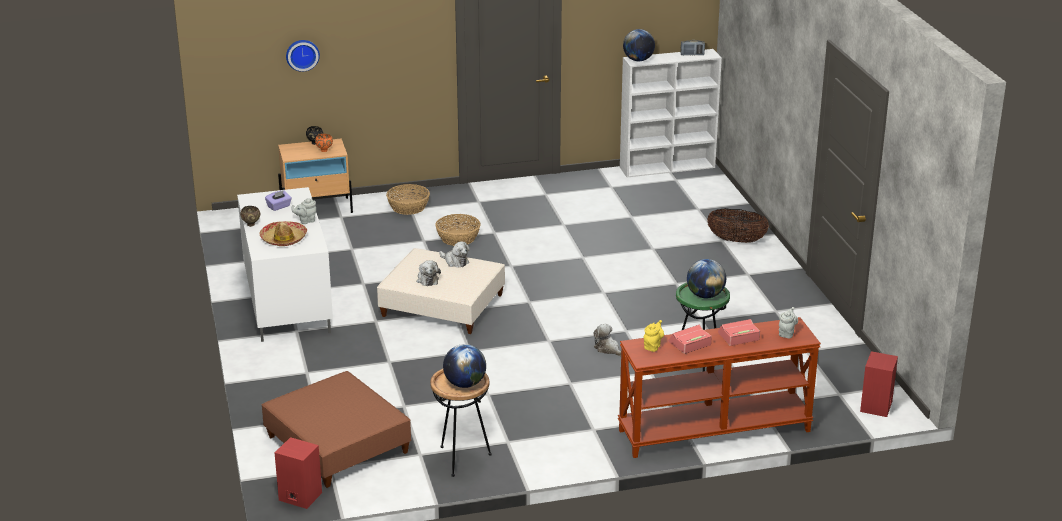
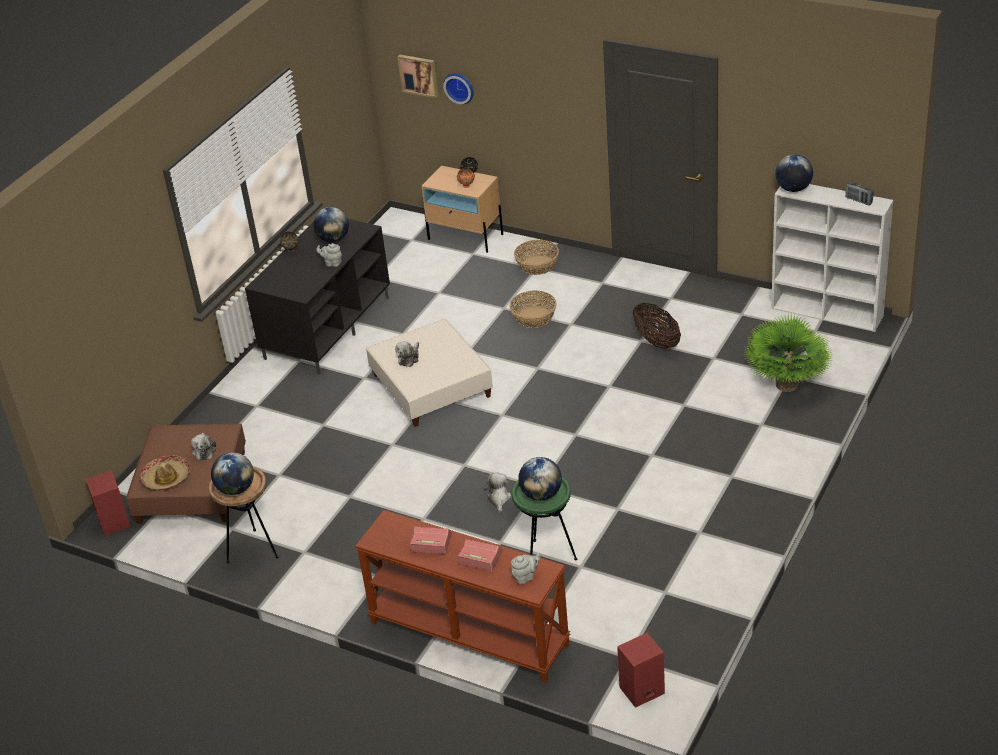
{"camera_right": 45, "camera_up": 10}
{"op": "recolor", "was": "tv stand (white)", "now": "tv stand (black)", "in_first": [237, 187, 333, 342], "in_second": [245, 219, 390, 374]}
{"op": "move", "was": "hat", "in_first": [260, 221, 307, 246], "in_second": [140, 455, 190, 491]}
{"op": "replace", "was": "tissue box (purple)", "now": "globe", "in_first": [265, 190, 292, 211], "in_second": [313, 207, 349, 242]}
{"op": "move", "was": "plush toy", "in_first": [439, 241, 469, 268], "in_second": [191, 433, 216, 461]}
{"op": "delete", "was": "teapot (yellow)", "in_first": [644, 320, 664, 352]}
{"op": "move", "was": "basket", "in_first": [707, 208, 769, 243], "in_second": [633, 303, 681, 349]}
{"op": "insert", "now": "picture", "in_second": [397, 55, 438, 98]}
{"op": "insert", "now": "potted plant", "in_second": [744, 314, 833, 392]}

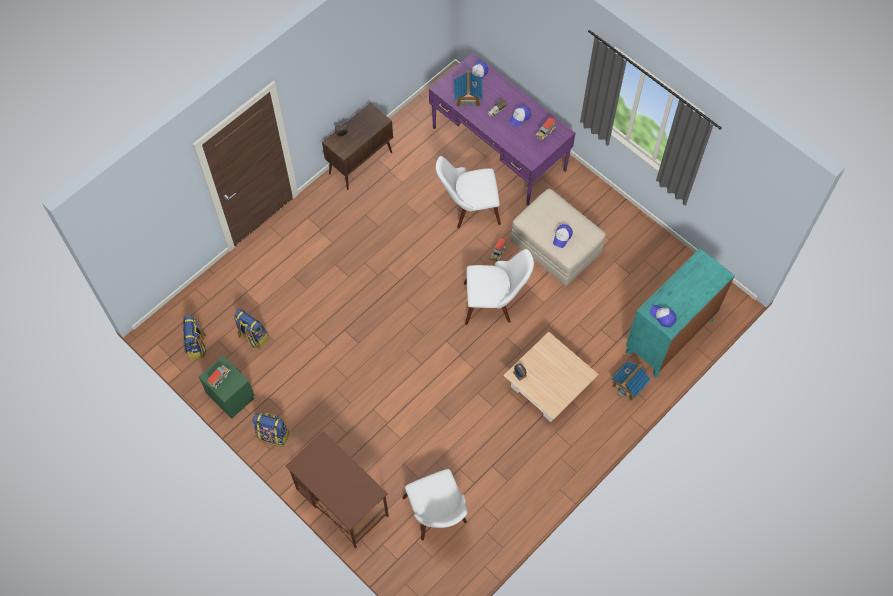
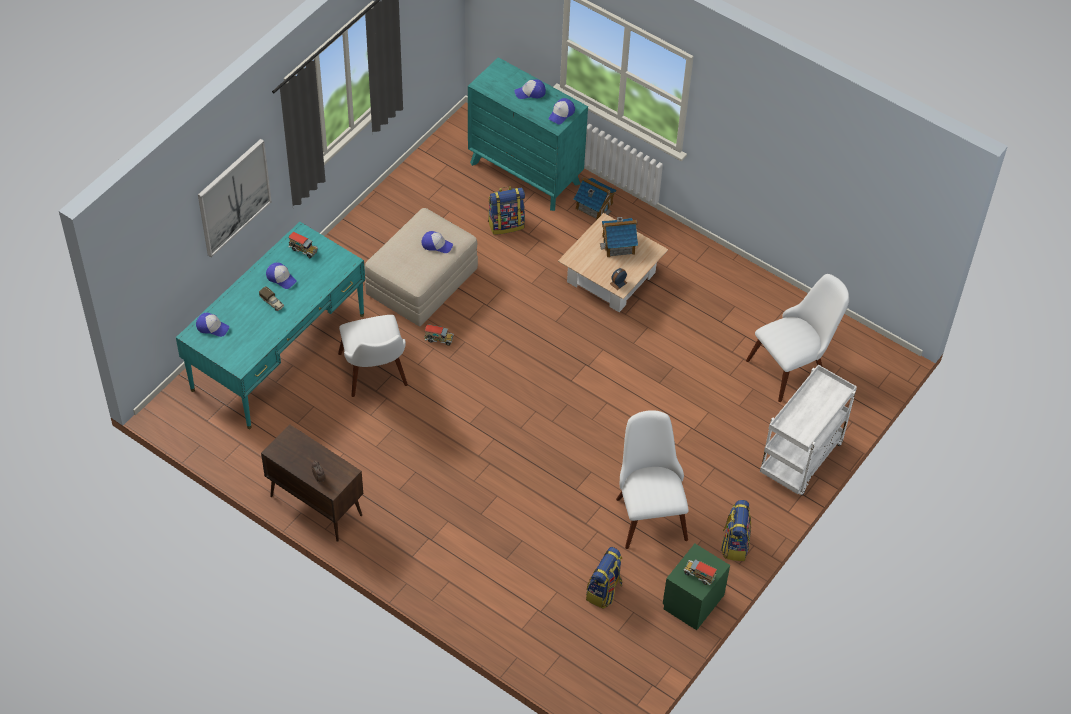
{"camera_right": -100, "camera_up": -10}
{"op": "move", "was": "backpack", "in_first": [183, 316, 207, 359], "in_second": [488, 186, 525, 235]}
{"op": "replace", "was": "desk (brown)", "now": "cart (white)", "in_first": [286, 431, 389, 548], "in_second": [760, 365, 857, 495]}
{"op": "recolor", "was": "desk (purple)", "now": "desk (turquoise)", "in_first": [429, 53, 575, 205], "in_second": [176, 222, 365, 429]}
{"op": "move", "was": "toy house", "in_first": [454, 70, 483, 107], "in_second": [600, 217, 638, 257]}
{"op": "move", "was": "chair (white)", "in_first": [464, 249, 534, 325], "in_second": [616, 410, 688, 549]}
{"op": "insert", "now": "picture", "in_second": [198, 139, 272, 257]}
{"op": "insert", "now": "cap", "in_second": [514, 79, 546, 99]}

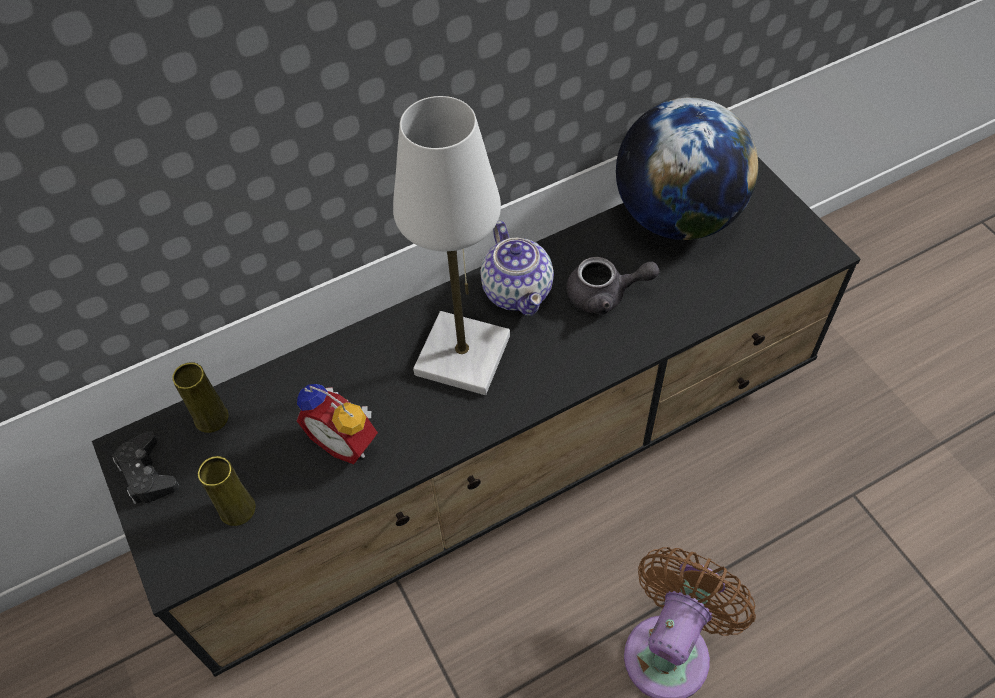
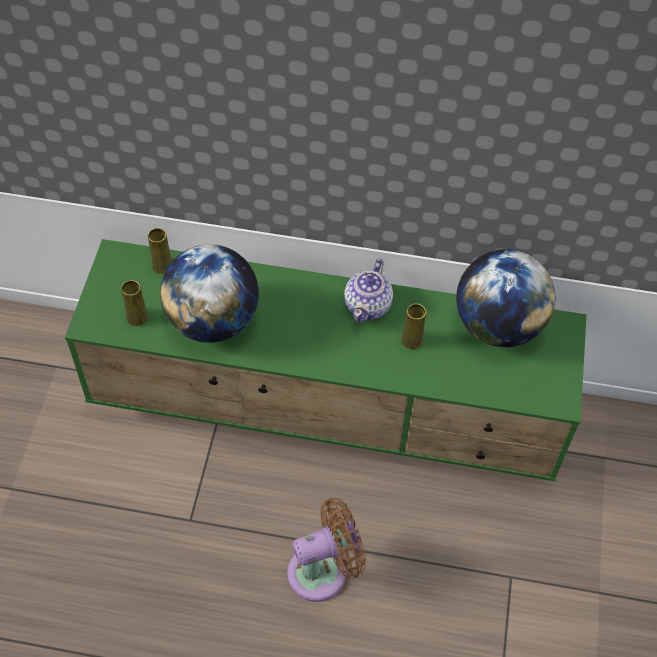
{"camera_right": 35, "camera_up": 0}
{"op": "recolor", "was": "tv stand (black)", "now": "tv stand (green)", "in_first": [92, 157, 860, 677], "in_second": [65, 239, 587, 481]}
{"op": "delete", "was": "game controller (black)", "in_first": [112, 431, 179, 504]}
{"op": "replace", "was": "alarm clock", "now": "globe", "in_first": [296, 384, 378, 464], "in_second": [160, 244, 259, 343]}
{"op": "delete", "was": "table lamp (white)", "in_first": [393, 96, 510, 395]}
{"op": "replace", "was": "teapot (grey)", "now": "vase (yellow)", "in_first": [566, 257, 660, 314], "in_second": [401, 304, 426, 349]}

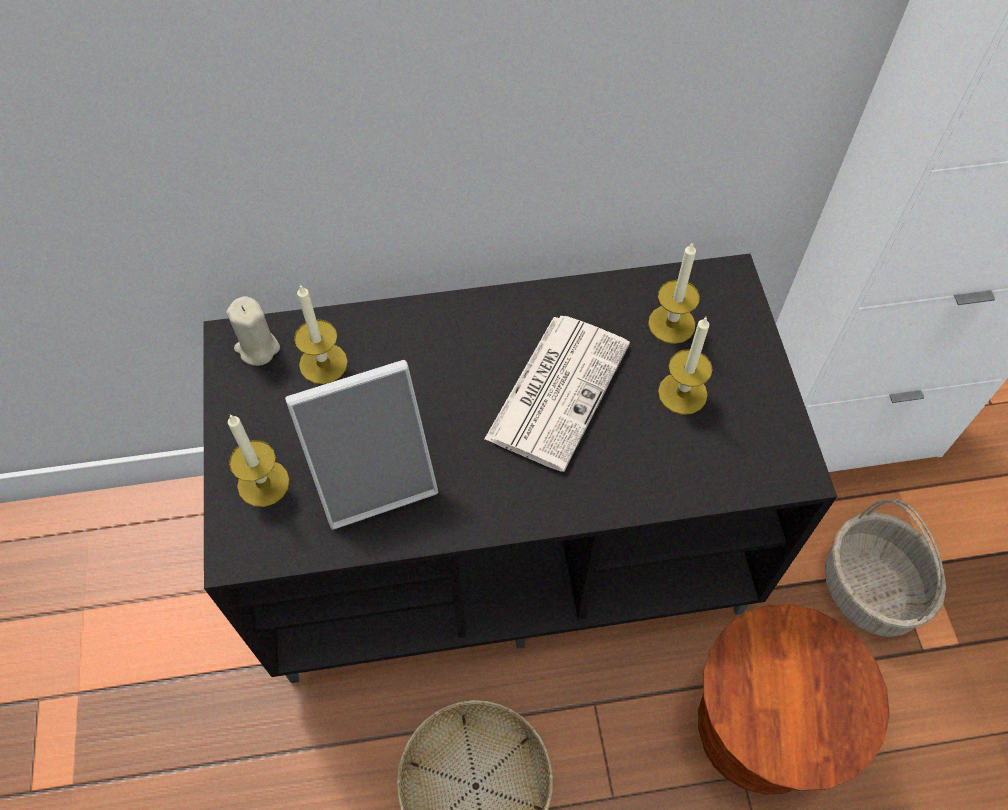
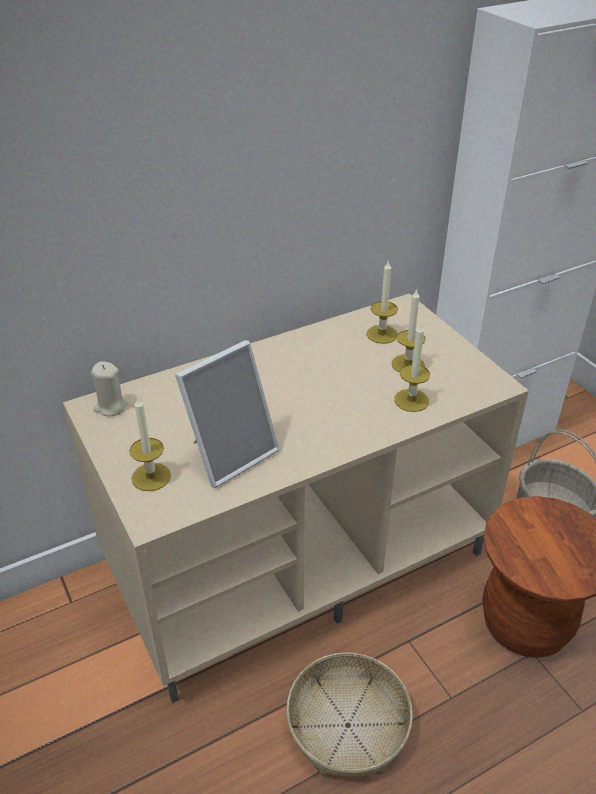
{"camera_right": -20, "camera_up": -20}
{"op": "recolor", "was": "tv stand (black)", "now": "tv stand (beige)", "in_first": [203, 254, 837, 683], "in_second": [63, 293, 529, 703]}
{"op": "move", "was": "candle", "in_first": [294, 284, 348, 384], "in_second": [394, 324, 430, 412]}
{"op": "delete", "was": "newspaper", "in_first": [484, 316, 630, 472]}

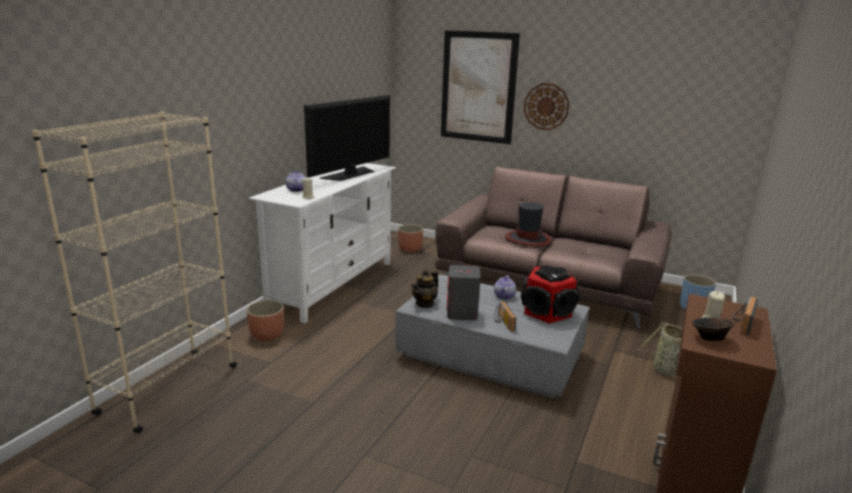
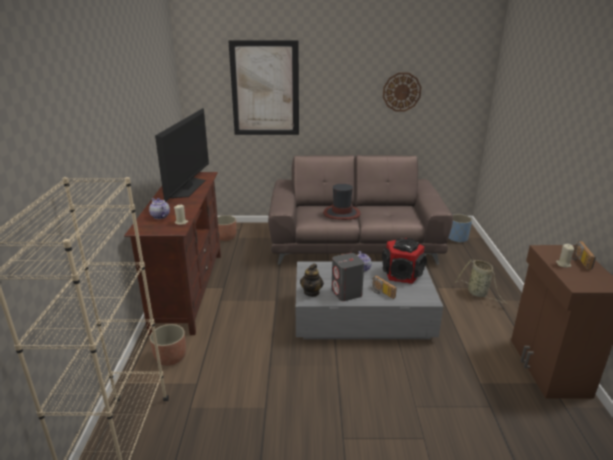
{"camera_right": -25, "camera_up": 5}
{"op": "recolor", "was": "tv stand (white)", "now": "tv stand (brown)", "in_first": [249, 163, 396, 323], "in_second": [124, 172, 221, 335]}
{"op": "move", "was": "wall clock", "in_first": [524, 83, 570, 130], "in_second": [383, 73, 421, 111]}
{"op": "delete", "was": "bowl (brown)", "in_first": [692, 317, 735, 341]}

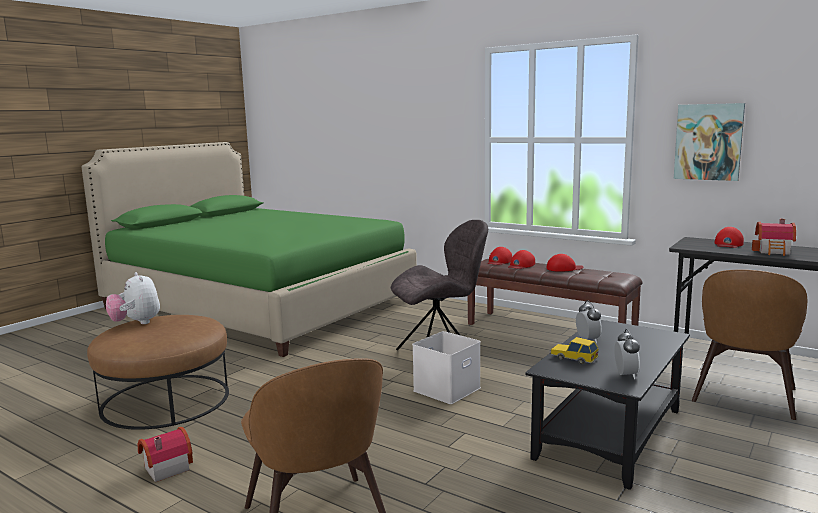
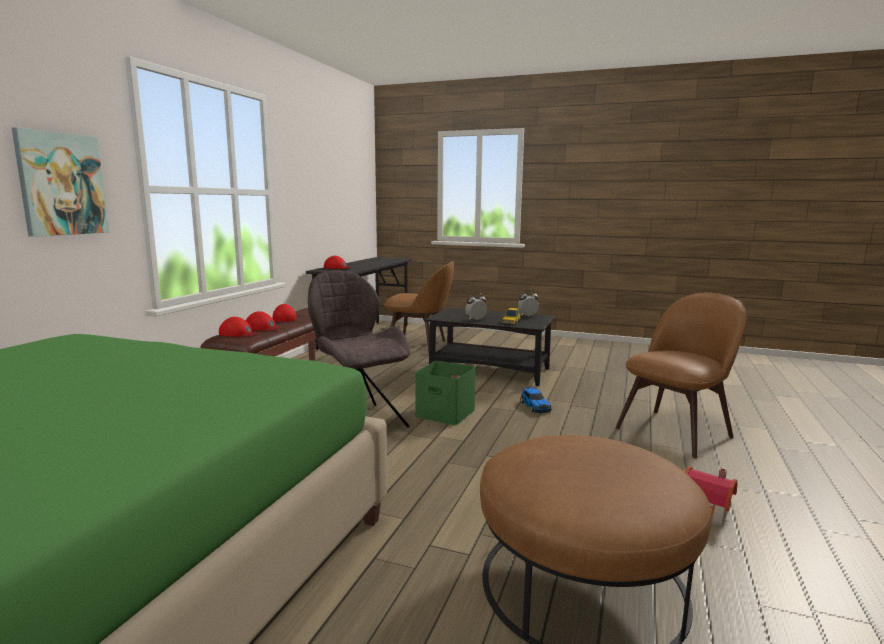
{"camera_right": -105, "camera_up": 0}
{"op": "delete", "was": "plush toy", "in_first": [106, 272, 160, 324]}
{"op": "recolor", "was": "storage box (white)", "now": "storage box (green)", "in_first": [412, 331, 481, 404], "in_second": [415, 361, 476, 425]}
{"op": "move", "was": "picture", "in_first": [674, 103, 745, 181], "in_second": [12, 127, 109, 237]}
{"op": "delete", "was": "toy house", "in_first": [752, 219, 796, 256]}
{"op": "insert", "now": "toy car", "in_second": [520, 387, 552, 413]}

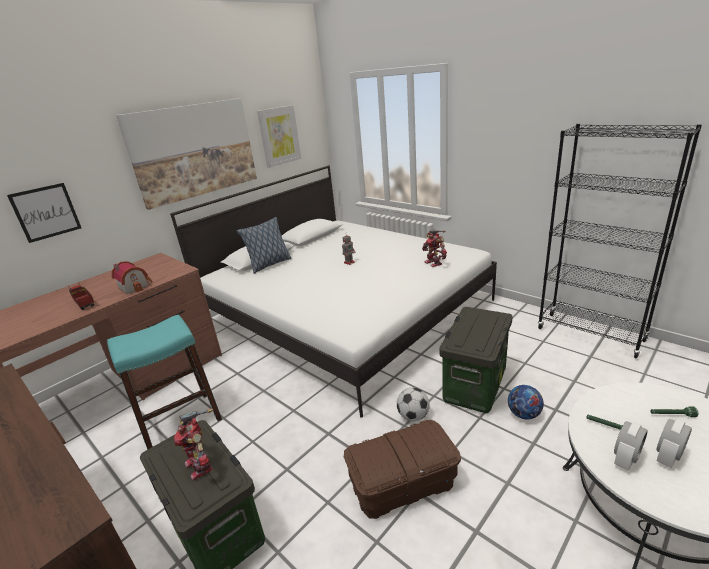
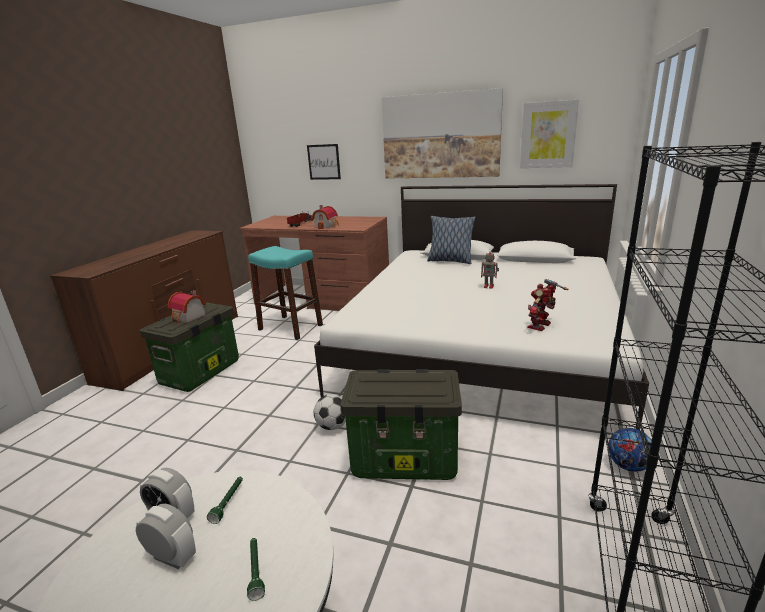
{"camera_right": 65, "camera_up": -5}
{"op": "replace", "was": "toy robot", "now": "toy house", "in_first": [174, 408, 213, 481], "in_second": [168, 290, 206, 324]}
{"op": "delete", "was": "storage box (brown)", "in_first": [344, 420, 461, 519]}
{"op": "move", "was": "football", "in_first": [508, 385, 544, 420], "in_second": [608, 428, 652, 472]}

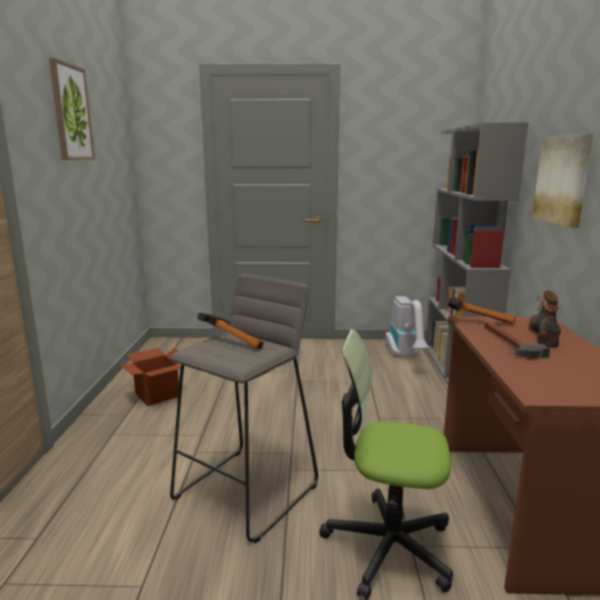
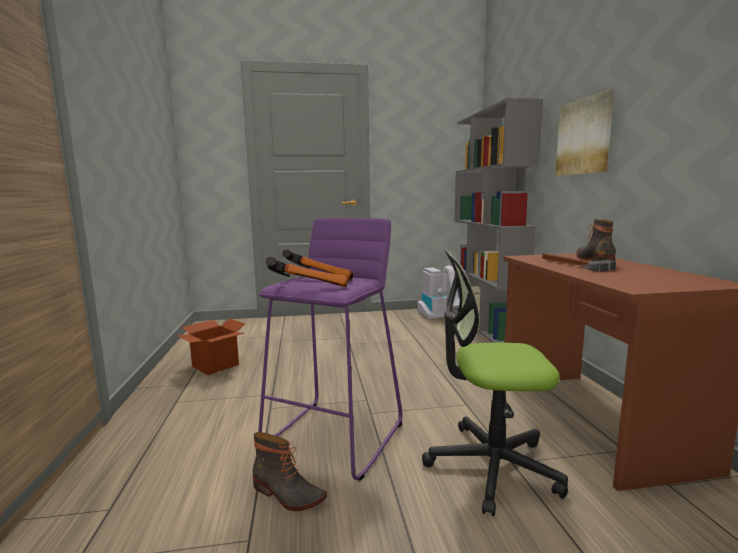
{"camera_right": -10, "camera_up": -5}
{"op": "delete", "was": "picture", "in_first": [49, 58, 95, 160]}
{"op": "recolor", "was": "stool (grey)", "now": "stool (purple)", "in_first": [170, 274, 318, 543], "in_second": [258, 218, 403, 481]}
{"op": "move", "was": "hammer", "in_first": [447, 297, 516, 324], "in_second": [266, 257, 348, 287]}
{"op": "insert", "now": "boot", "in_second": [253, 432, 327, 511]}

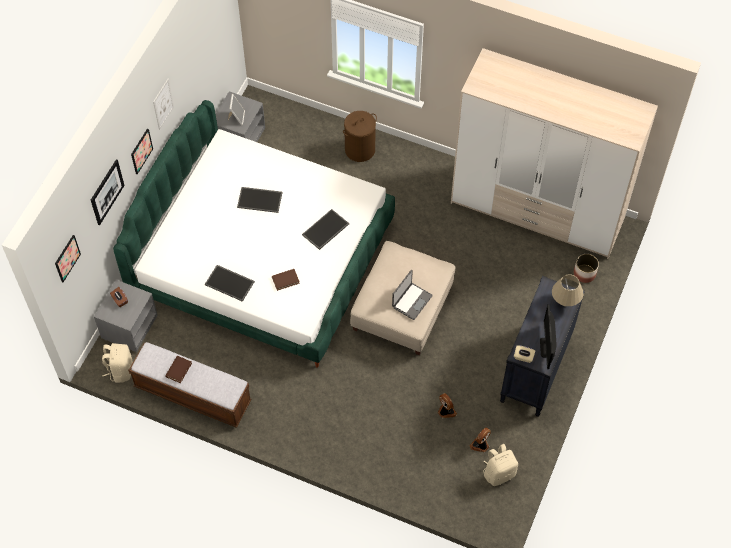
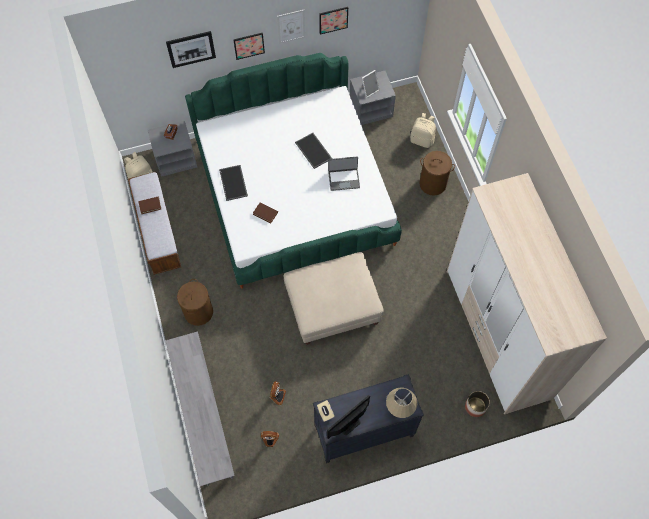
{"camera_right": 50, "camera_up": 5}
{"op": "move", "was": "picture", "in_first": [55, 235, 81, 282], "in_second": [319, 7, 348, 35]}
{"op": "delete", "was": "tray", "in_first": [302, 209, 349, 250]}
{"op": "move", "was": "laptop", "in_first": [392, 270, 433, 320], "in_second": [328, 156, 360, 191]}
{"op": "move", "was": "backpack (beige)", "in_first": [483, 444, 518, 486], "in_second": [410, 113, 436, 148]}
{"op": "insert", "now": "bench (grey)", "in_second": [166, 331, 235, 486]}
{"op": "insert", "now": "laundry basket (brown)", "in_second": [177, 279, 213, 326]}

